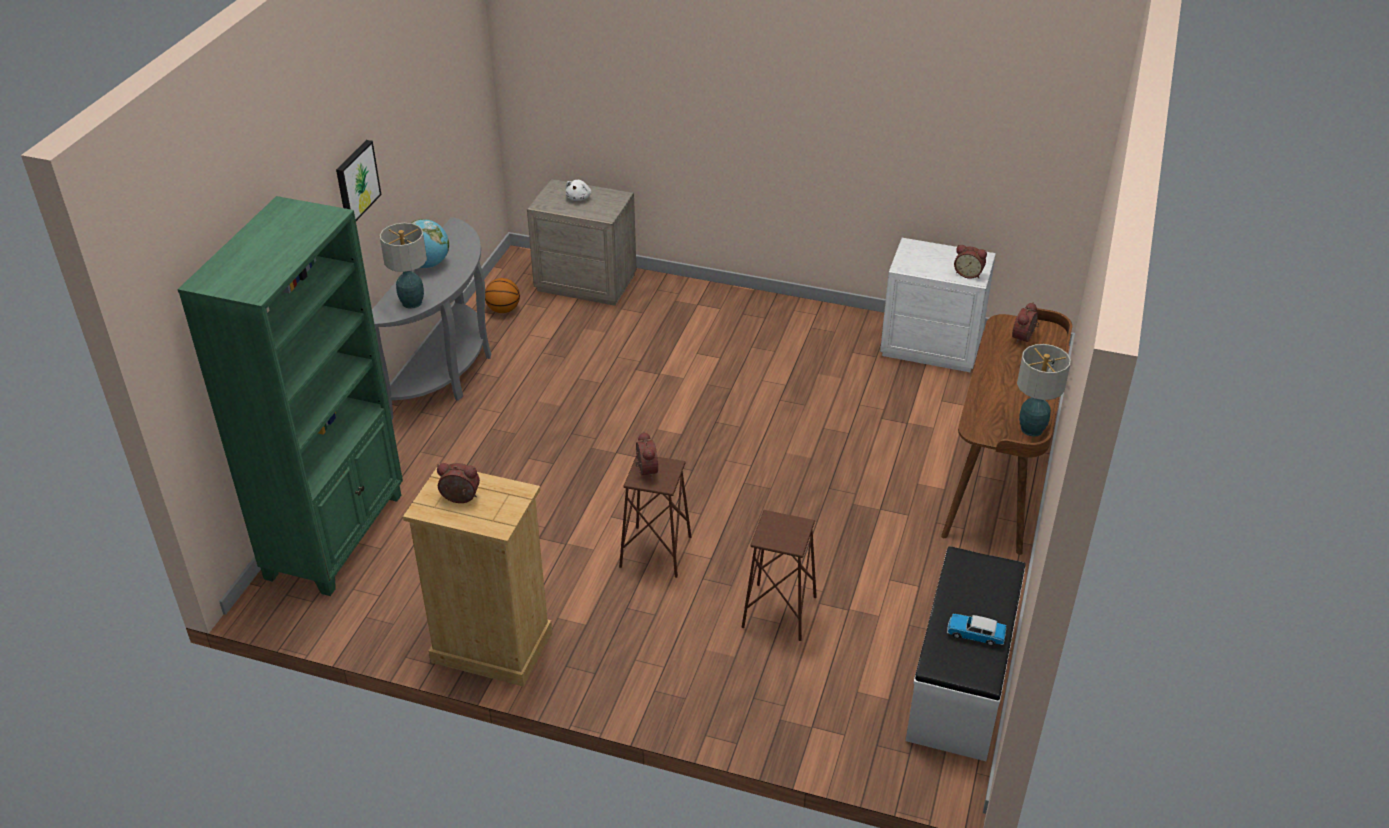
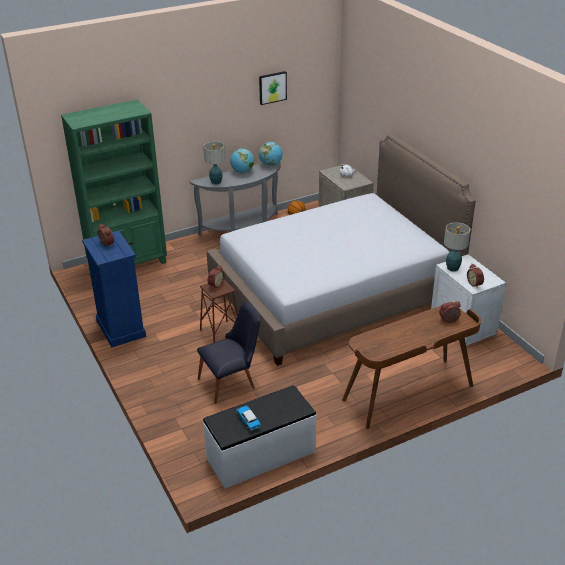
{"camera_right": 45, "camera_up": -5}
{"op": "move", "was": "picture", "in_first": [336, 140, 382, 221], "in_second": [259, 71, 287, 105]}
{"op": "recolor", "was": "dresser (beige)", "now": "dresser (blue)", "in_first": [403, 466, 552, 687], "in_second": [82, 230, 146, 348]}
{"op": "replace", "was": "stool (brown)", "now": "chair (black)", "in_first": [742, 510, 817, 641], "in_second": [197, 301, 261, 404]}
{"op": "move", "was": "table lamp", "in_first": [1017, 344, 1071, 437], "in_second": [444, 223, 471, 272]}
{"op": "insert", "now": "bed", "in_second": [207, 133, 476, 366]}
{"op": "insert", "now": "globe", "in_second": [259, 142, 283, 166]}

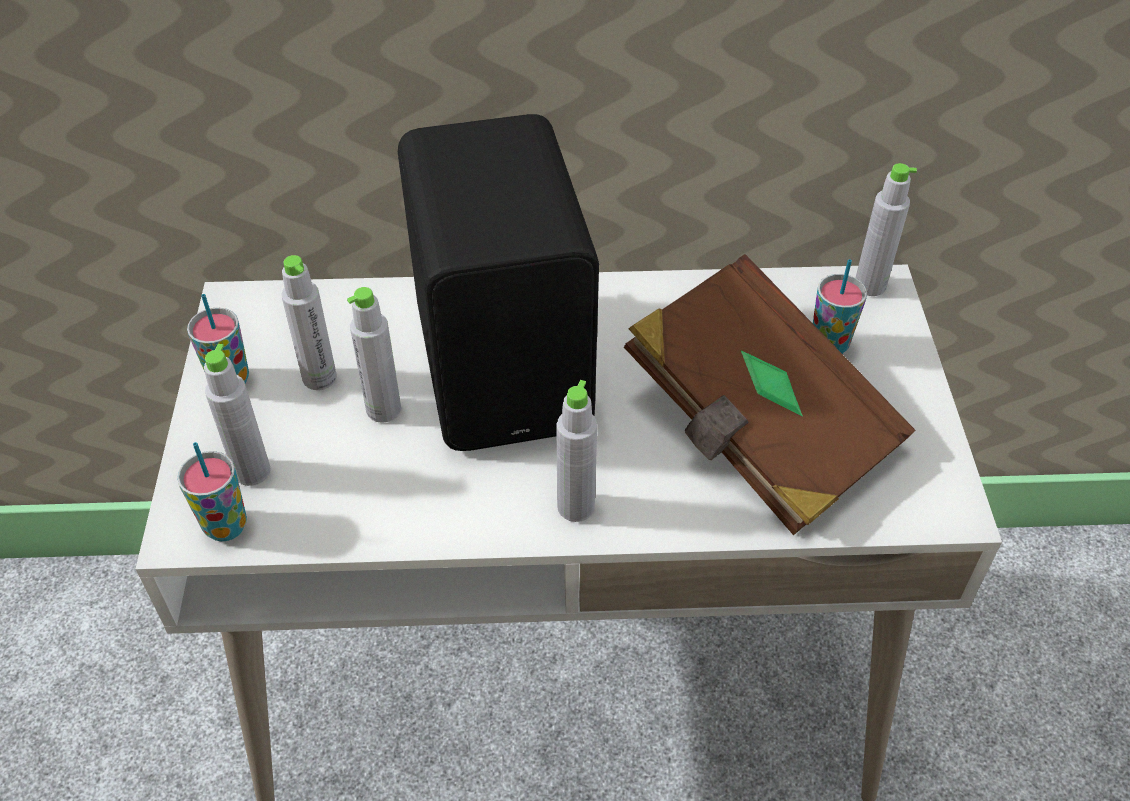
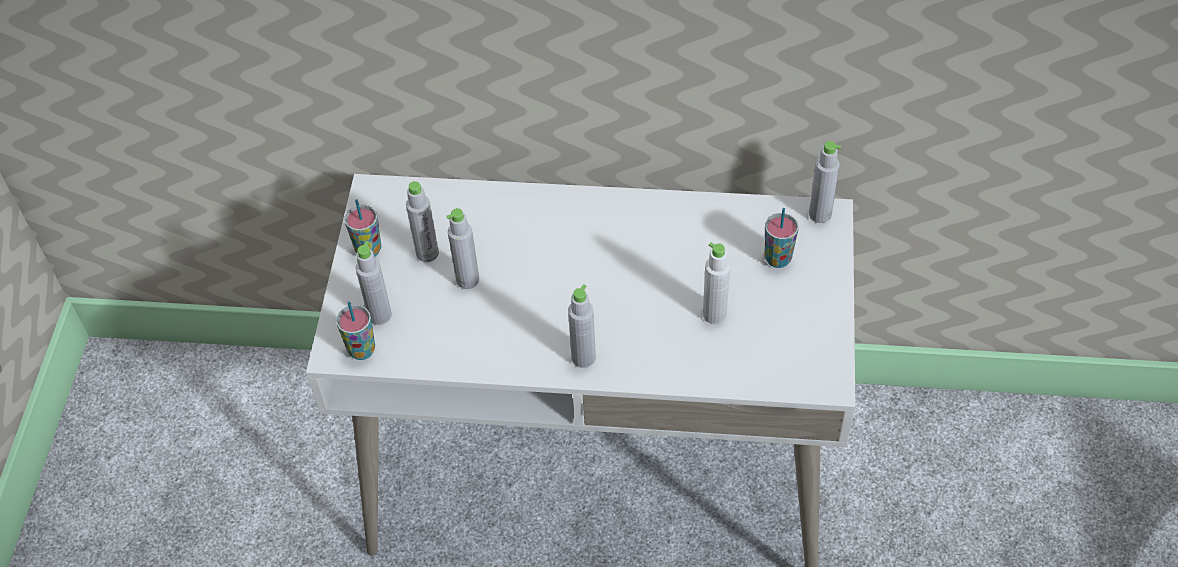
{"camera_right": 10, "camera_up": 5}
{"op": "delete", "was": "speaker (black)", "in_first": [398, 114, 599, 451]}
{"op": "replace", "was": "book (brown)", "now": "bottle (white)", "in_first": [624, 254, 916, 535], "in_second": [703, 242, 730, 324]}

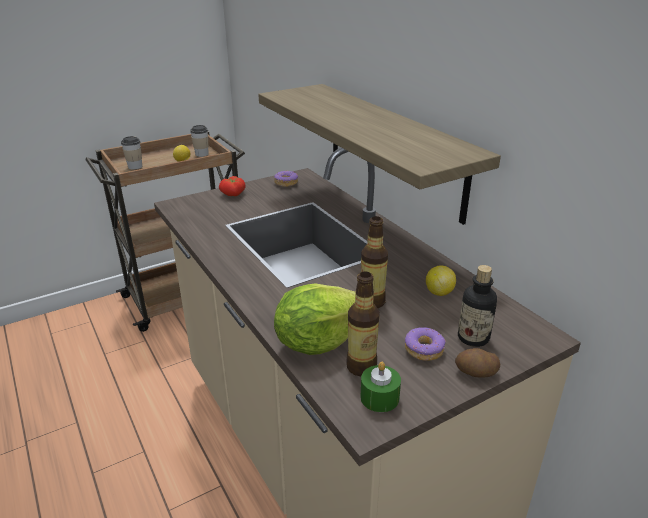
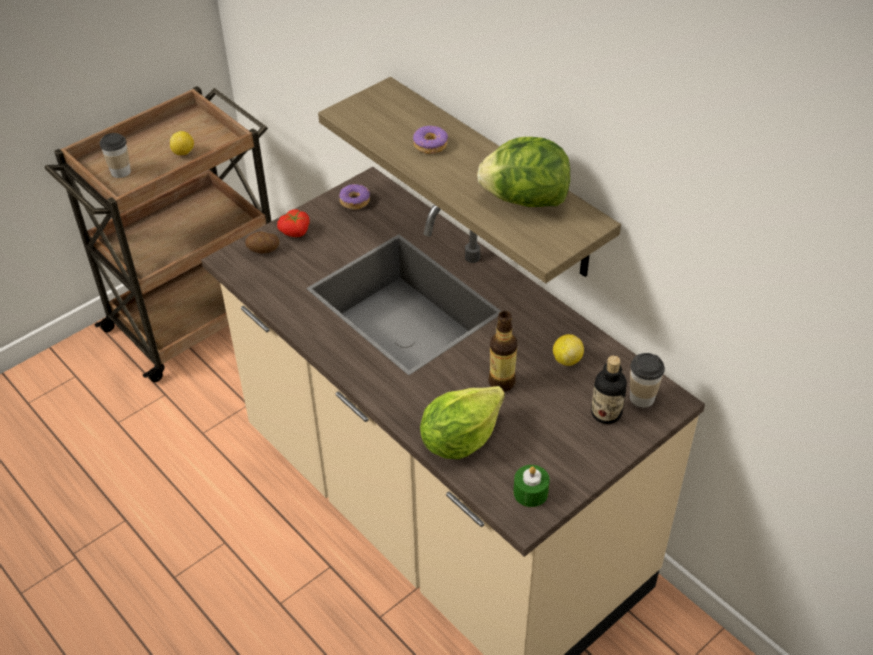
{"camera_right": -10, "camera_up": 15}
{"op": "move", "was": "cup", "in_first": [190, 125, 208, 157], "in_second": [630, 353, 665, 408]}
{"op": "delete", "was": "bottle", "in_first": [346, 271, 380, 376]}
{"op": "move", "was": "donut", "in_first": [405, 327, 446, 361], "in_second": [413, 126, 448, 154]}
{"op": "move", "was": "potato", "in_first": [455, 348, 500, 378], "in_second": [245, 231, 279, 253]}
{"op": "insert", "now": "lettuce", "in_second": [477, 137, 570, 207]}

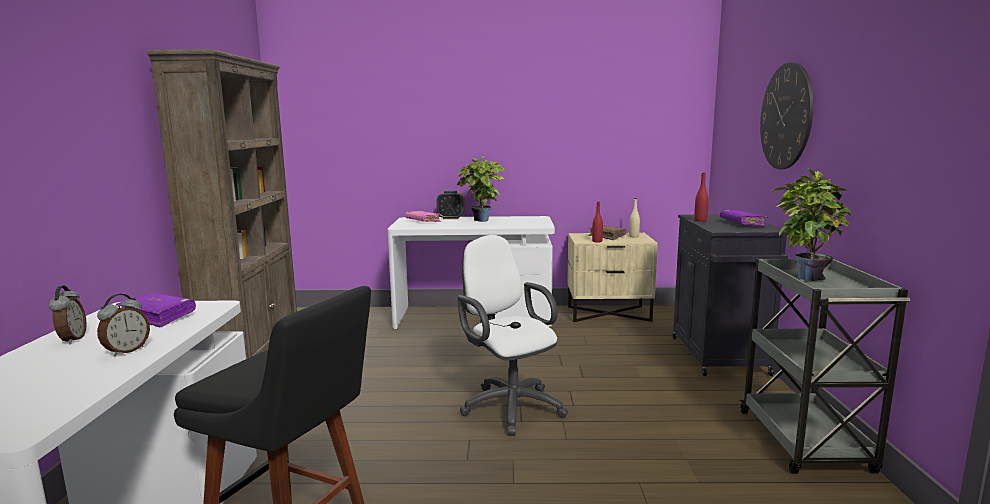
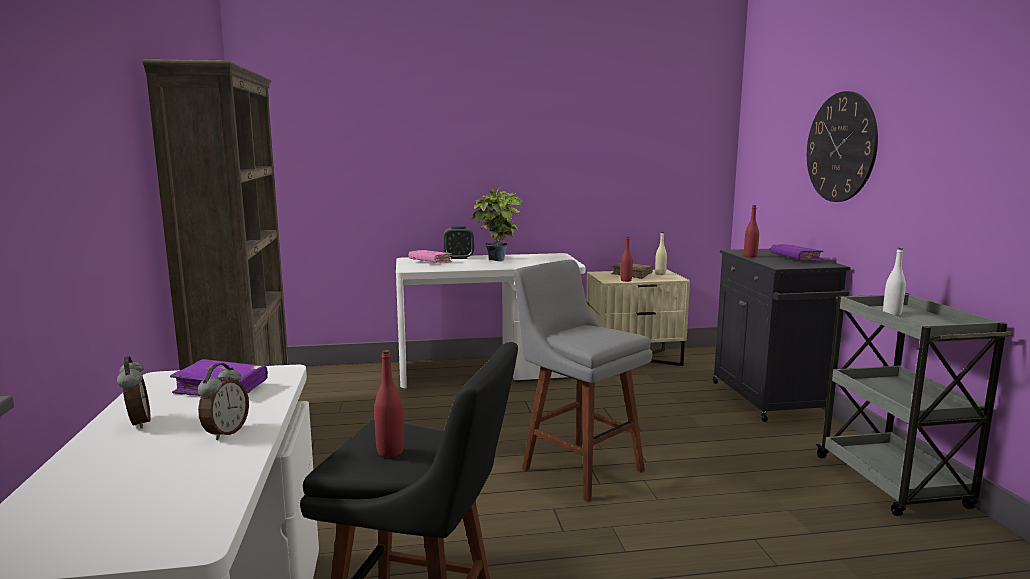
{"camera_right": -10, "camera_up": 0}
{"op": "replace", "was": "office chair (white)", "now": "stool (grey)", "in_first": [458, 235, 568, 436], "in_second": [514, 259, 653, 502]}
{"op": "replace", "was": "potted plant", "now": "bottle (white)", "in_first": [771, 168, 852, 281], "in_second": [883, 248, 906, 316]}
{"op": "insert", "now": "bottle (red)", "in_second": [374, 350, 404, 457]}

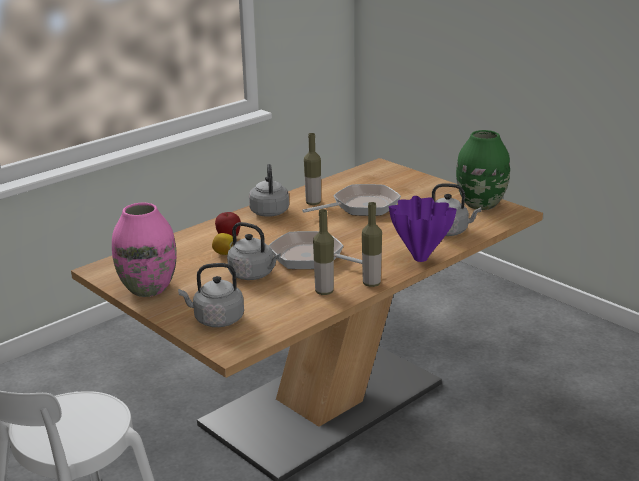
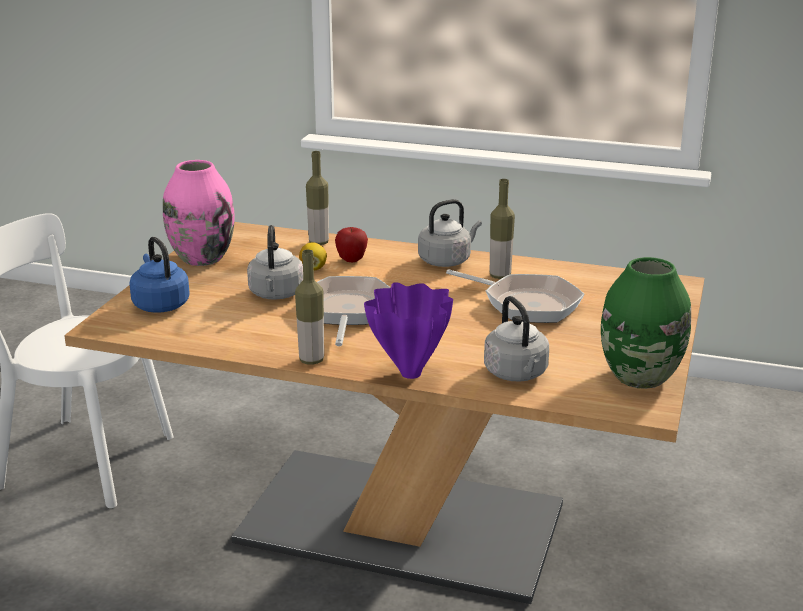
{"camera_right": 60, "camera_up": 0}
{"op": "recolor", "was": "kettle (grey)", "now": "kettle (blue)", "in_first": [178, 263, 244, 327], "in_second": [129, 237, 190, 313]}
{"op": "move", "was": "bottle", "in_first": [313, 209, 334, 295], "in_second": [306, 151, 329, 245]}

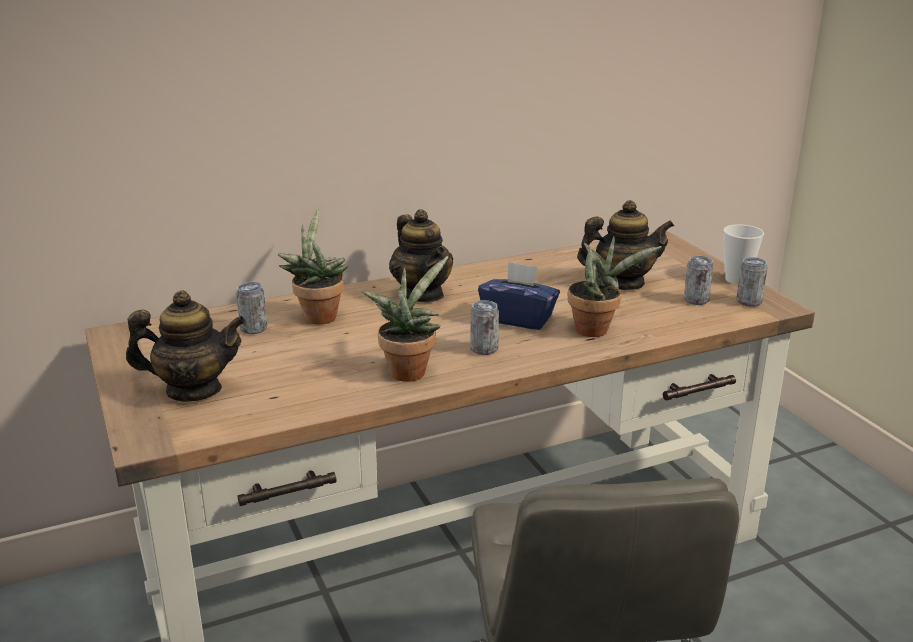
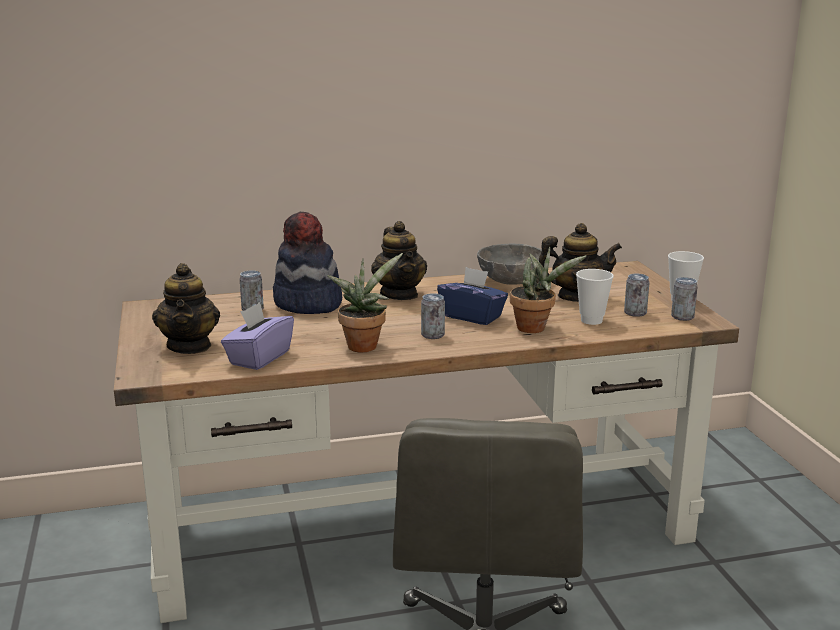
{"camera_right": 10, "camera_up": -5}
{"op": "rotate", "was": "teapot", "in_first": [126, 290, 246, 402], "in_second": [152, 263, 220, 354], "clockwise": 75}
{"op": "replace", "was": "potted plant", "now": "hat", "in_first": [278, 209, 348, 324], "in_second": [273, 212, 342, 314]}
{"op": "insert", "now": "tissue box (purple)", "in_second": [221, 302, 294, 370]}
{"op": "insert", "now": "bowl (grey)", "in_second": [477, 243, 546, 285]}
{"op": "insert", "now": "cup", "in_second": [576, 269, 614, 325]}

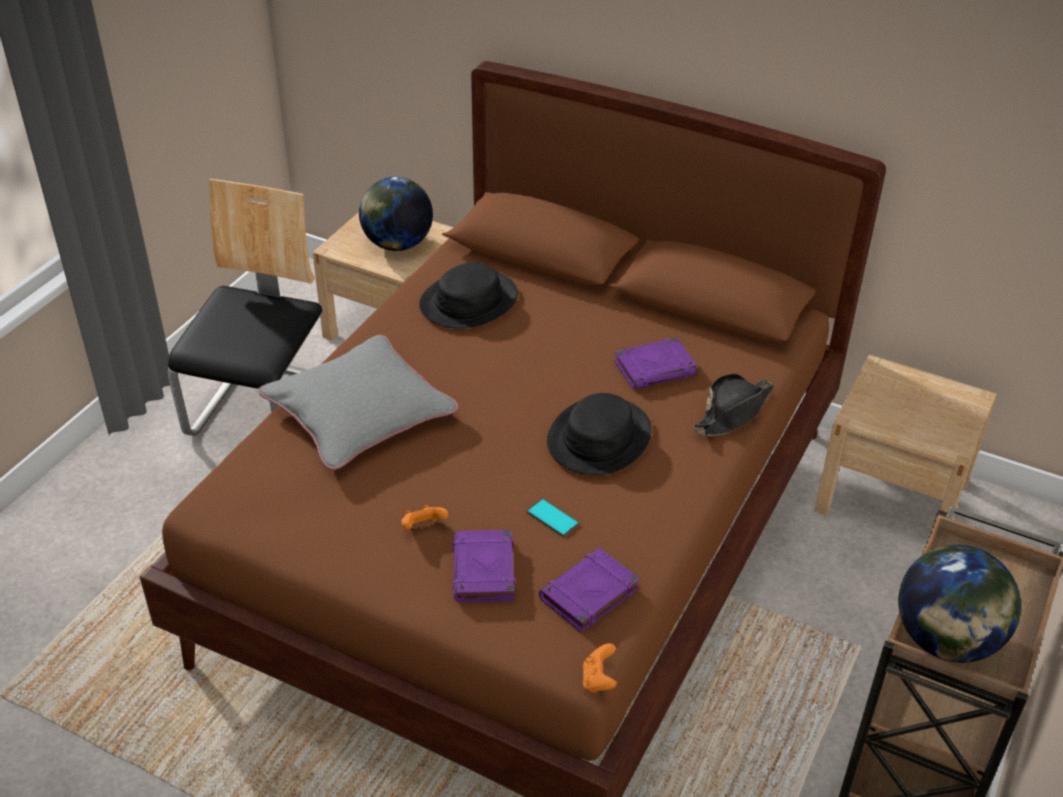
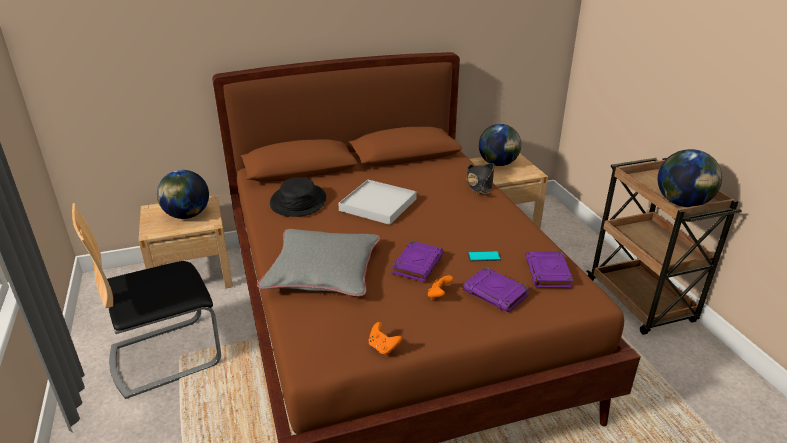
{"camera_right": -45, "camera_up": -10}
{"op": "rotate", "was": "chair", "in_first": [168, 179, 323, 436], "in_second": [72, 203, 221, 399], "clockwise": -90}
{"op": "delete", "was": "hat (black)", "in_first": [547, 393, 652, 475]}
{"op": "move", "was": "game controller (orange)", "in_first": [583, 643, 617, 693], "in_second": [369, 322, 402, 355]}
{"op": "move", "was": "book (purple)", "in_first": [614, 337, 698, 389], "in_second": [392, 241, 444, 282]}
{"op": "insert", "now": "tray (white)", "in_second": [338, 180, 417, 225]}
{"op": "insert", "now": "globe", "in_second": [479, 124, 521, 166]}

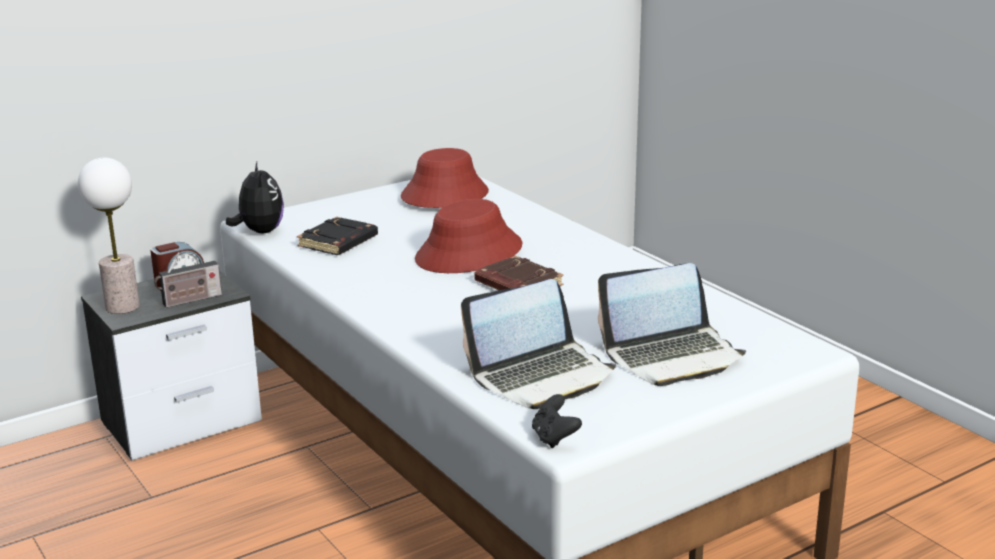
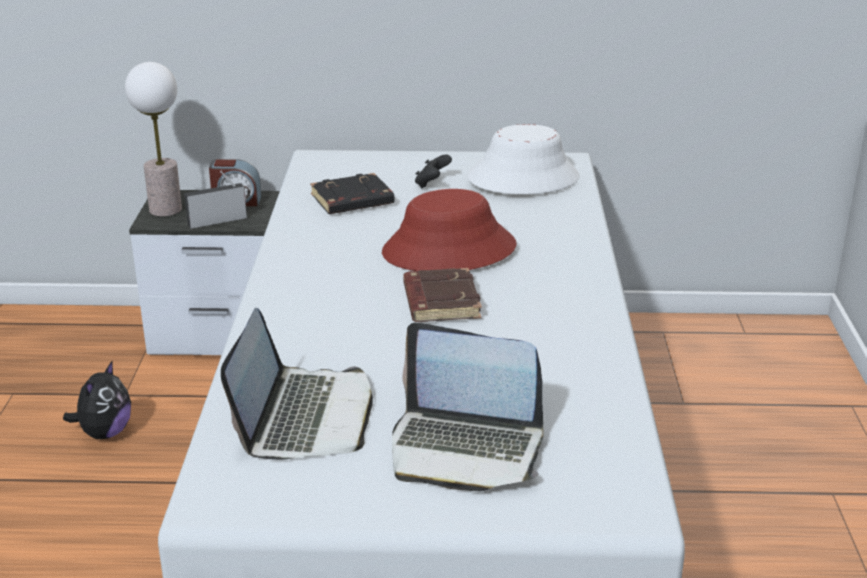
{"camera_right": 35, "camera_up": 5}
{"op": "rotate", "was": "radio", "in_first": [154, 252, 222, 308], "in_second": [184, 171, 250, 229], "clockwise": 150}
{"op": "move", "was": "plush toy", "in_first": [226, 162, 284, 233], "in_second": [63, 360, 131, 439]}
{"op": "recolor", "was": "hat (red)", "now": "hat (white)", "in_first": [401, 148, 489, 208], "in_second": [467, 124, 579, 194]}
{"op": "rotate", "was": "laptop", "in_first": [461, 279, 616, 409], "in_second": [221, 308, 373, 460], "clockwise": -90}
{"op": "move", "was": "game controller (black)", "in_first": [532, 394, 582, 448], "in_second": [415, 155, 452, 189]}

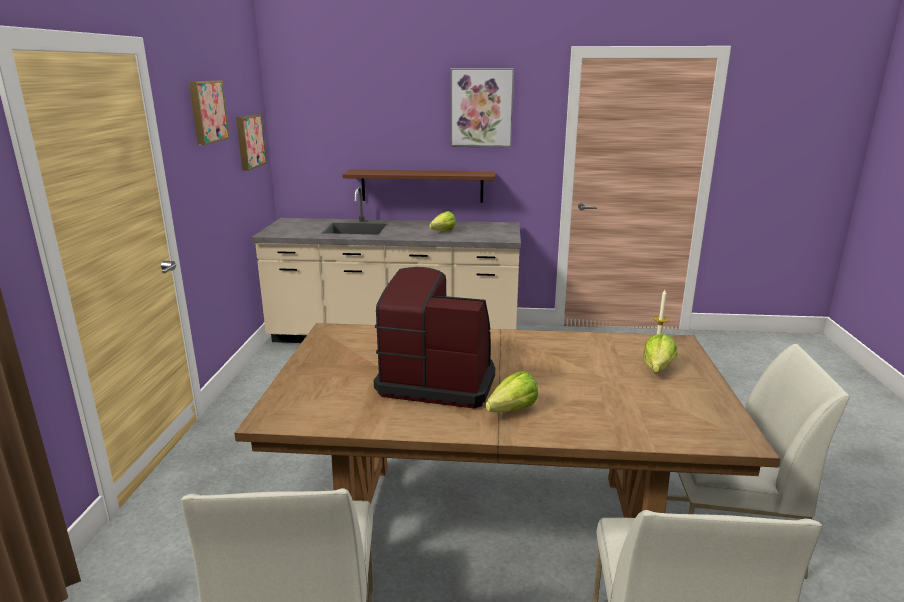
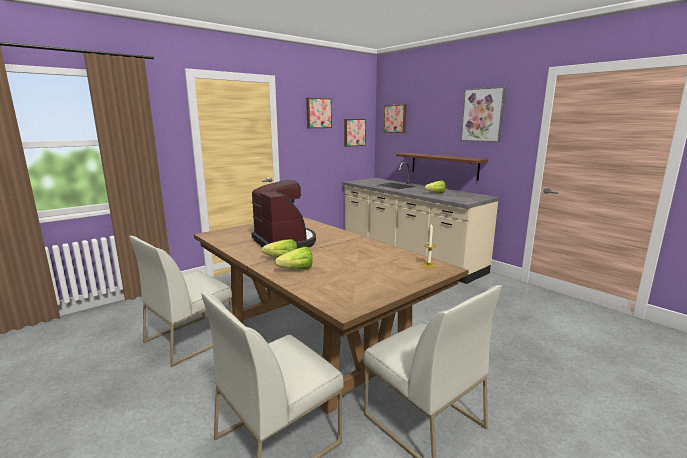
{"camera_right": 45, "camera_up": -5}
{"op": "move", "was": "lettuce", "in_first": [643, 333, 677, 373], "in_second": [275, 247, 313, 269]}
{"op": "insert", "now": "picture", "in_second": [384, 104, 407, 133]}

